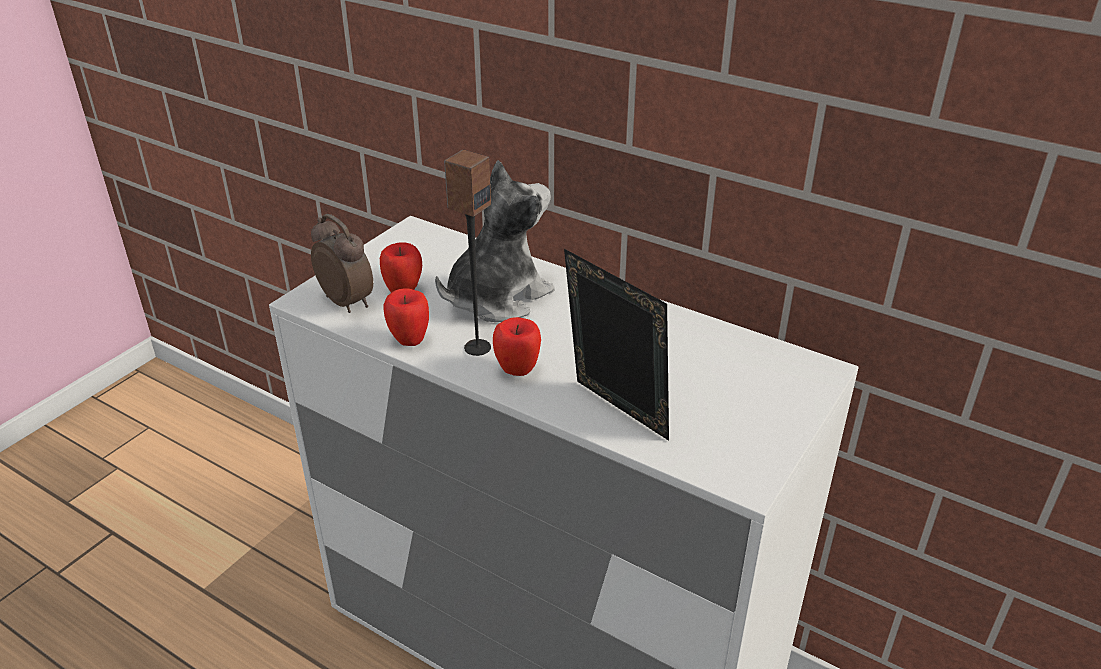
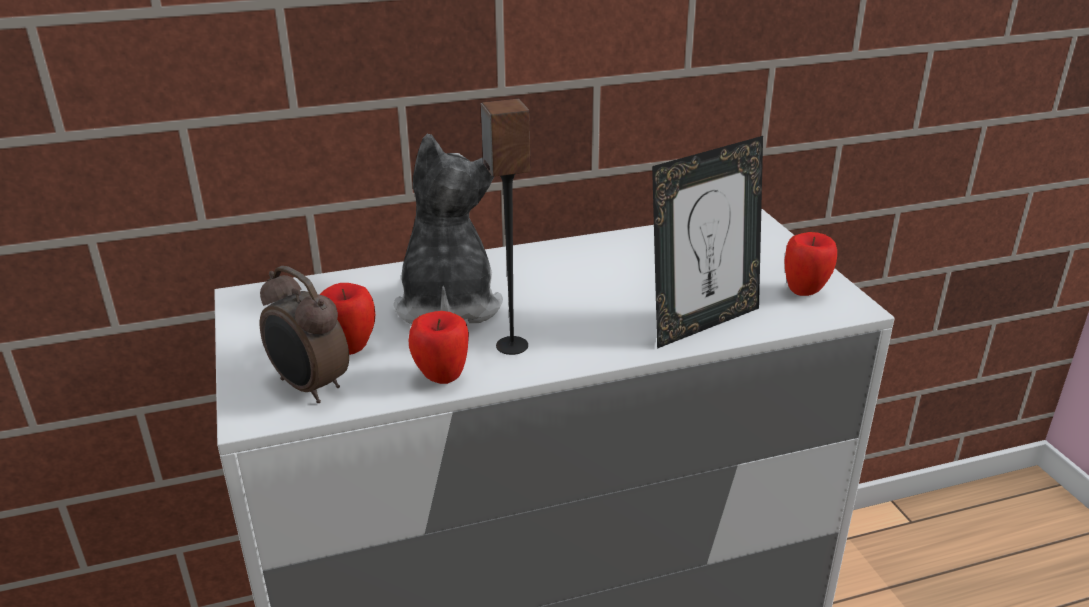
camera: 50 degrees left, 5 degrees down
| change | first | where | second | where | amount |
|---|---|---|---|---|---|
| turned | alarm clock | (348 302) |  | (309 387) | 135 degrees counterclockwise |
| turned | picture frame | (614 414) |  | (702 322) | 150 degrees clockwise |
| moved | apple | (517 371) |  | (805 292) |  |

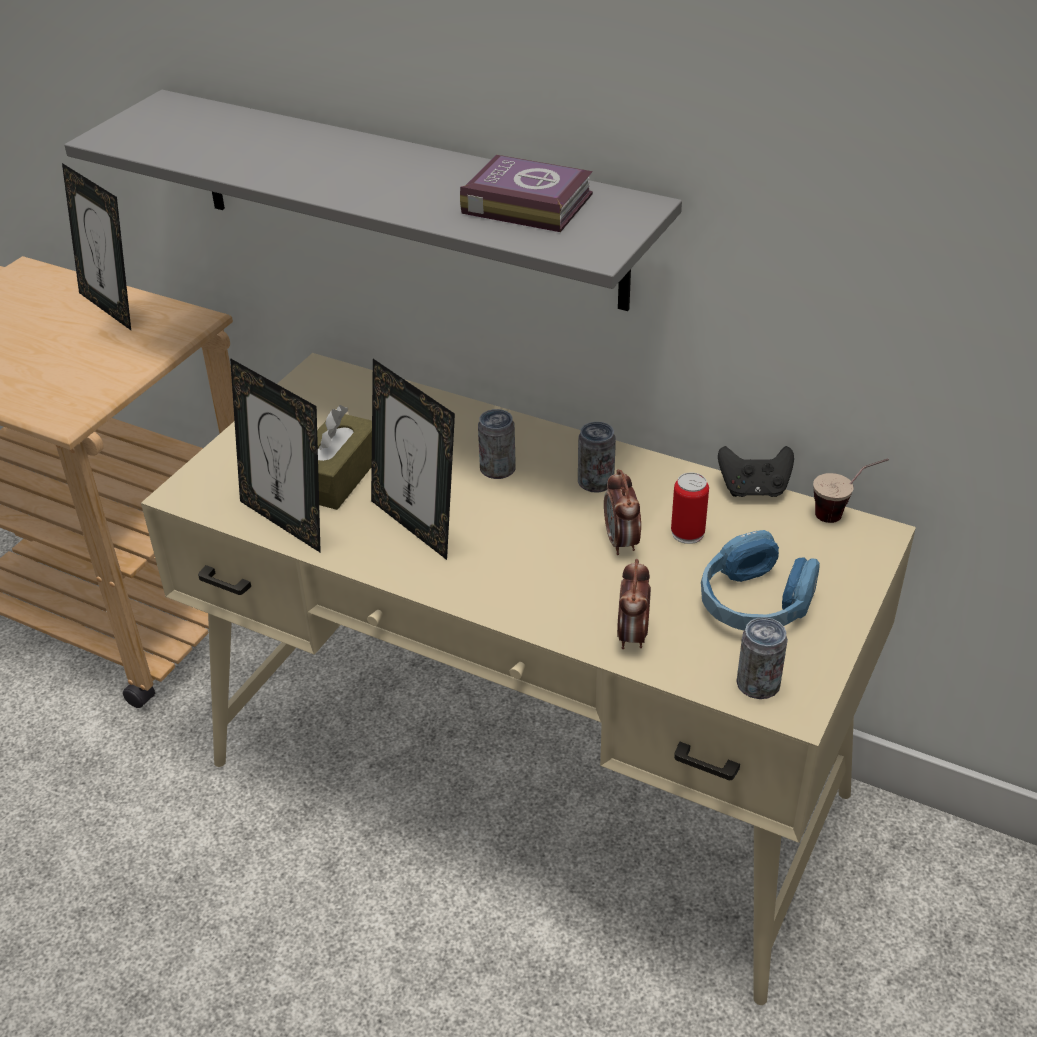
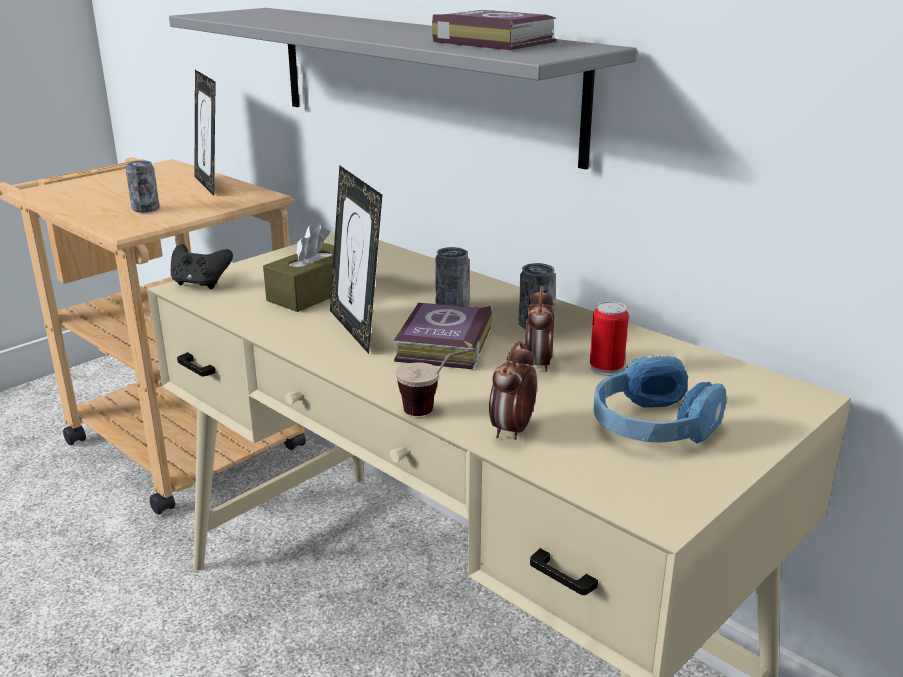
camera: 15 degrees right, 15 degrees down
| change | first | where | second | where | amount |
|---|---|---|---|---|---|
| moved | can | (758 685) |  | (145 209) |  |
| moved | game controller in black | (754 490) |  | (200 284) |  |
| added |  |  | book | (441 345) |  |
| moved | cup | (843 513) |  | (435 411) |  |
| removed | picture frame | (287 521) |  |  |  |

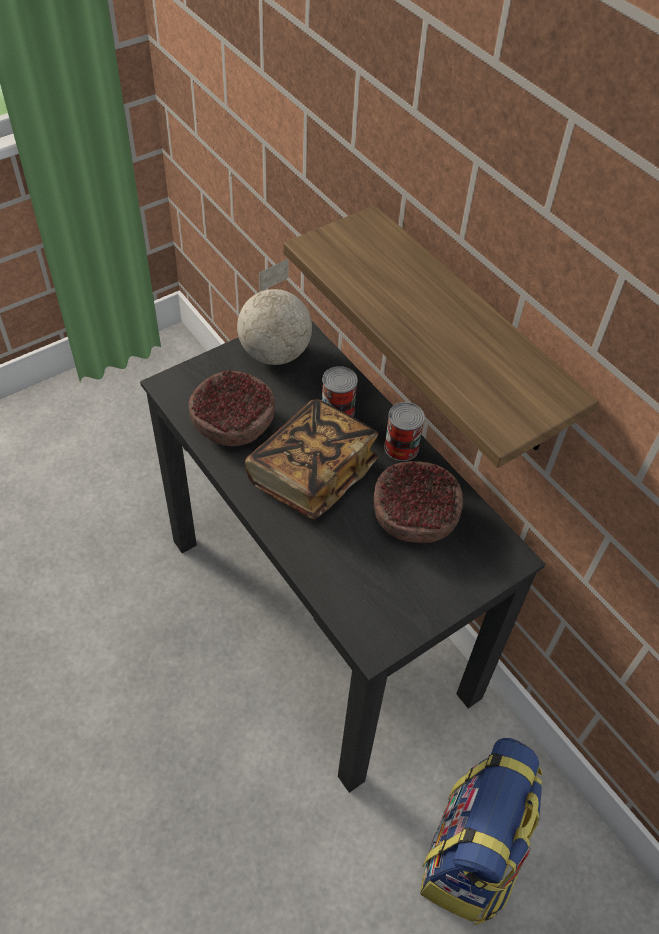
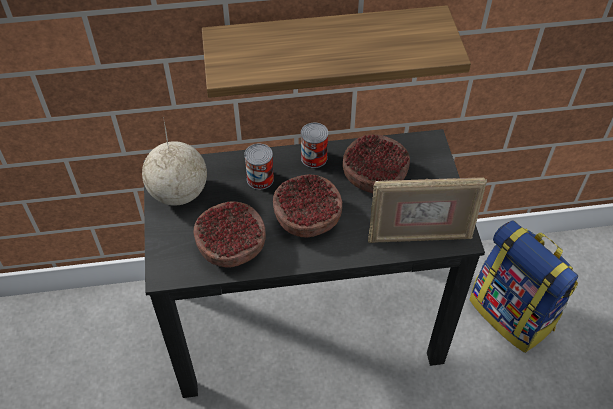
camera: 60 degrees left, 0 degrees up
| change | first | where | second | where | amount |
|---|---|---|---|---|---|
| replaced | book | (311 474) | bowl | (307 216) |  |
| added |  |  | picture frame | (419 236) |  |

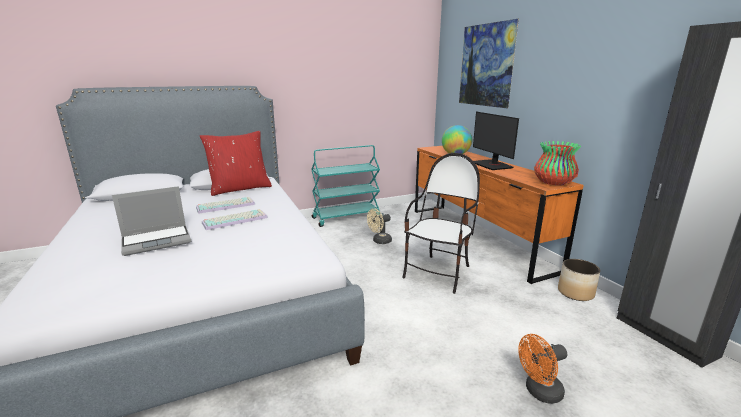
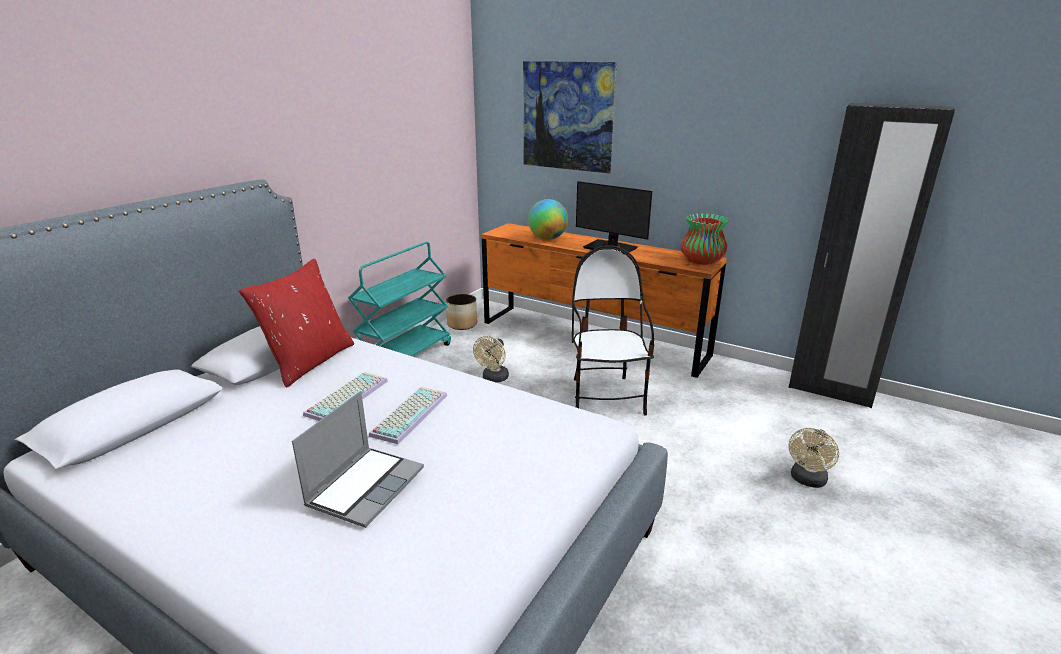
camera: 35 degrees left, 5 degrees up
| change | first | where | second | where | amount |
|---|---|---|---|---|---|
| moved | planter | (576 293) |  | (462 324) |  |
| recoloured | fan in orange | (539 392) | fan in beige | (807 480) |  |

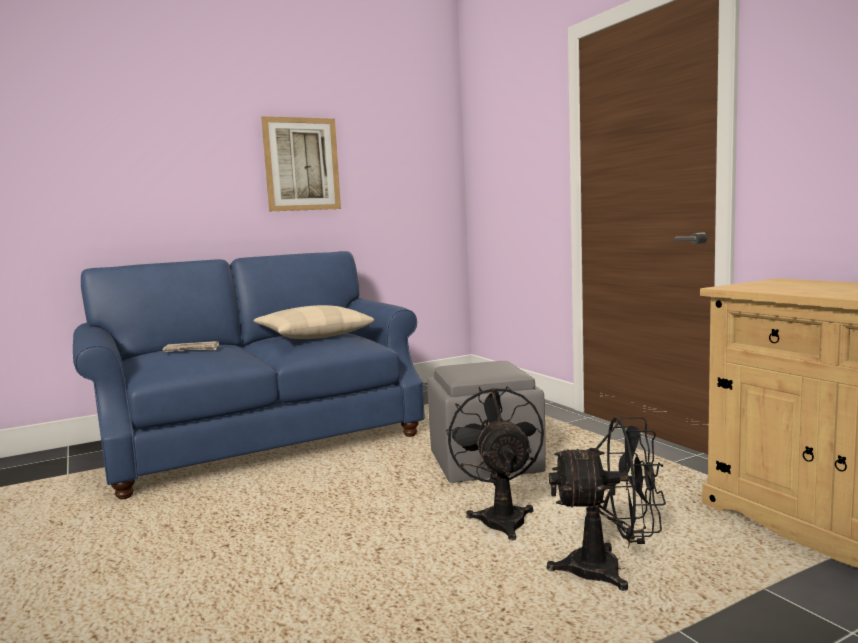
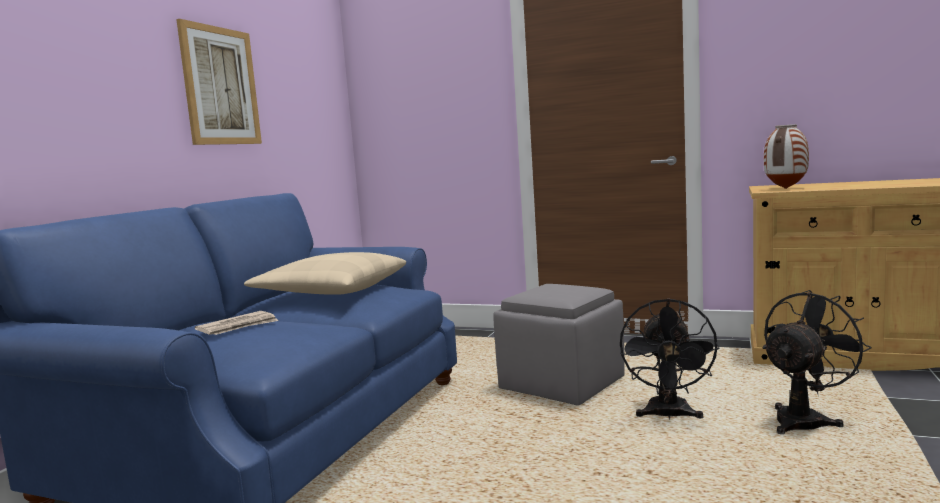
camera: 40 degrees left, 0 degrees up
| change | first | where | second | where | amount |
|---|---|---|---|---|---|
| turned | fan in black | (501 517) |  | (668 416) | 120 degrees counterclockwise |
| added |  |  | vase | (785 188) |  |

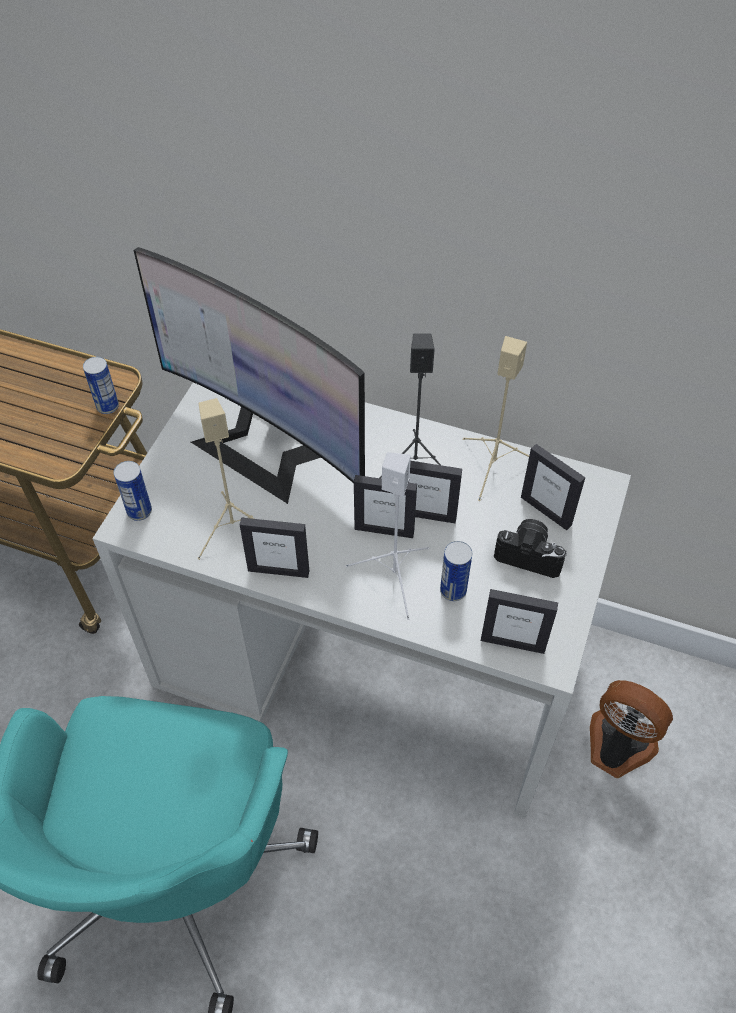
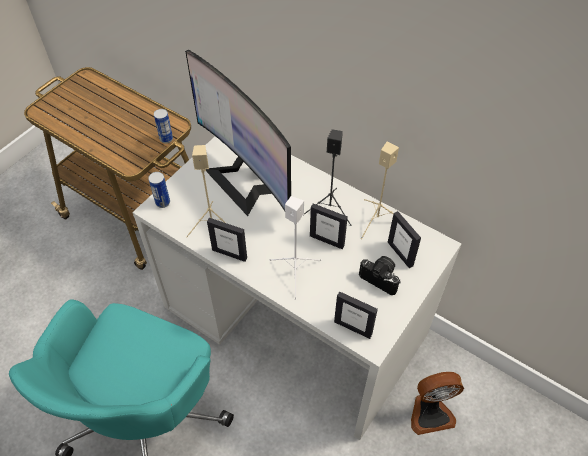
camera: 15 degrees right, 0 degrees up
| change | first | where | second | where | amount |
|---|---|---|---|---|---|
| turned | fan | (616 747) |  | (430 412) | 120 degrees clockwise |
| removed | picture frame | (384 530) |  |  |  |
| removed | can | (453 590) |  |  |  |

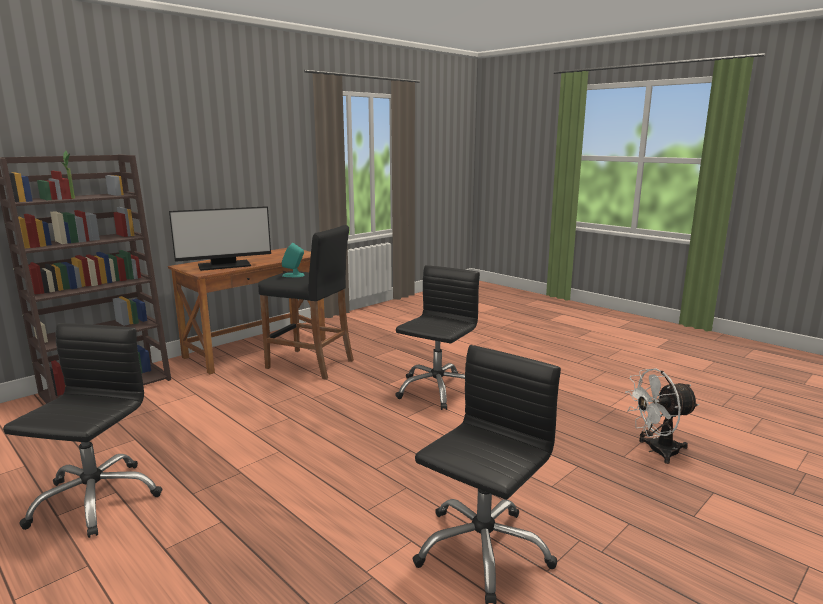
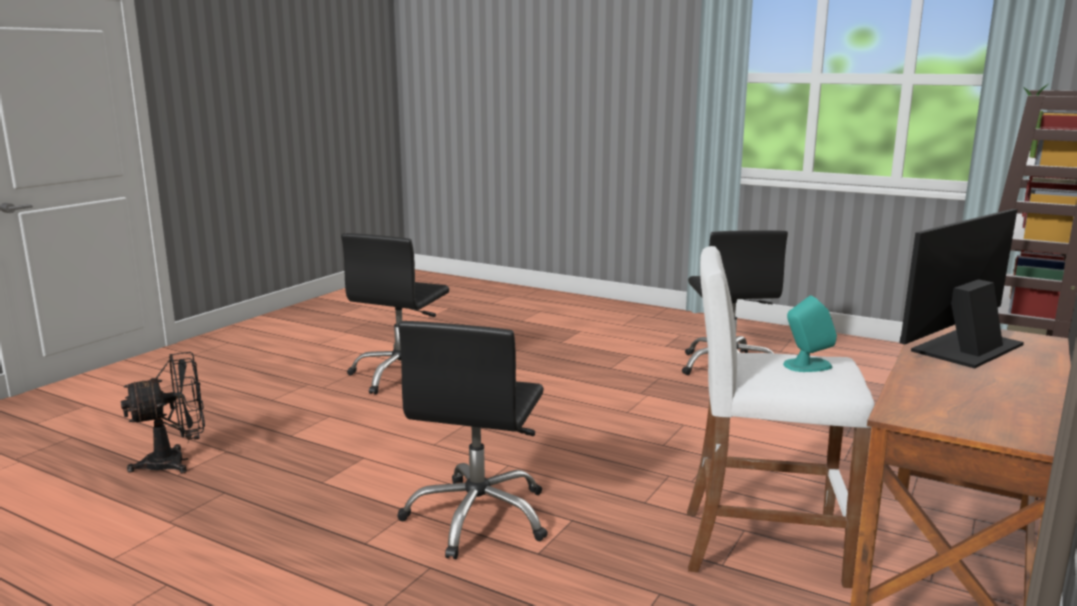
camera: 165 degrees right, 0 degrees up
| change | first | where | second | where | amount |
|---|---|---|---|---|---|
| recoloured | fan in white | (656 451) | fan in black | (176 462) |  |
| recoloured | stool in black | (310 364) | stool in white | (762 546) |  |

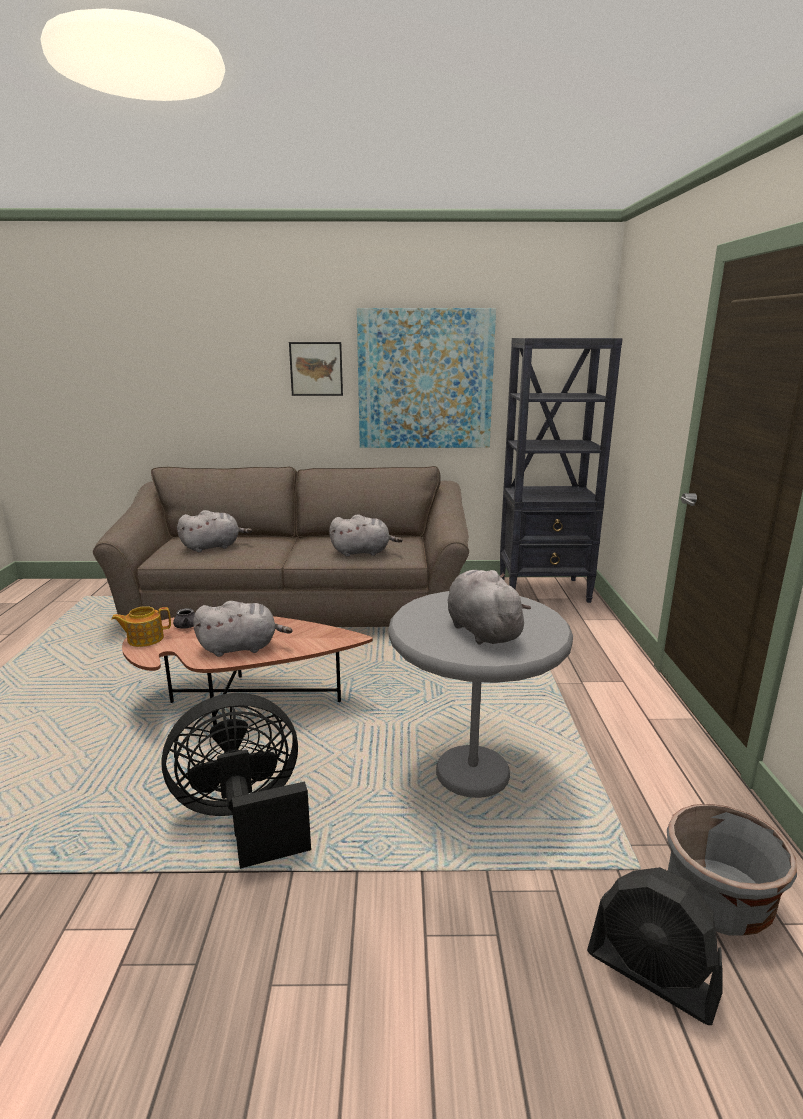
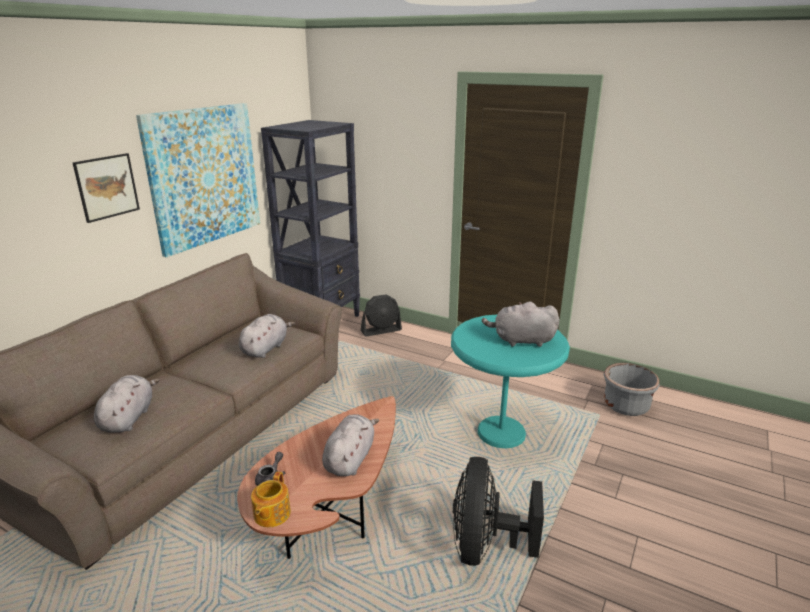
camera: 60 degrees left, 5 degrees up
| change | first | where | second | where | amount |
|---|---|---|---|---|---|
| moved | fan in black | (652 974) |  | (381 330) |  |
| recoloured | side table in grey | (472 773) | side table in turquoise | (501 433) |  |

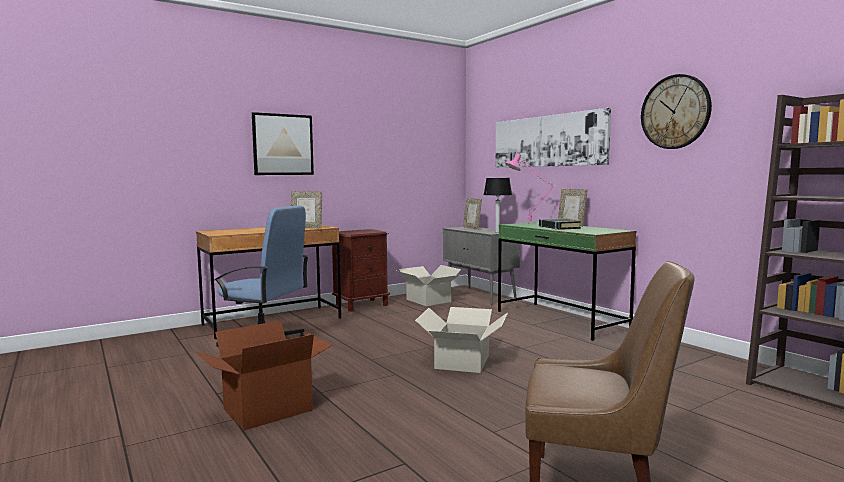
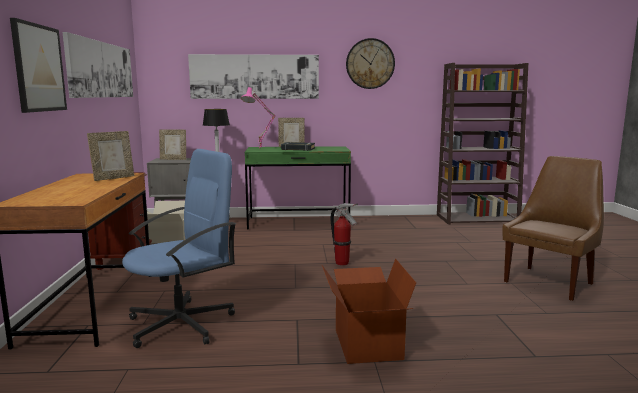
camera: 60 degrees left, 5 degrees up
| change | first | where | second | where | amount |
|---|---|---|---|---|---|
| added |  |  | picture | (101 70) |  |
| replaced | cardboard box | (463 361) | fire extinguisher | (342 263) |  |

